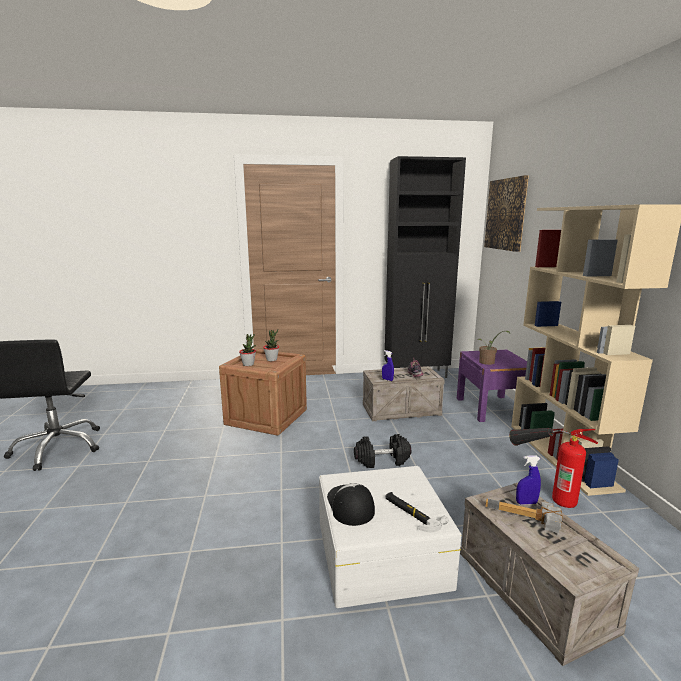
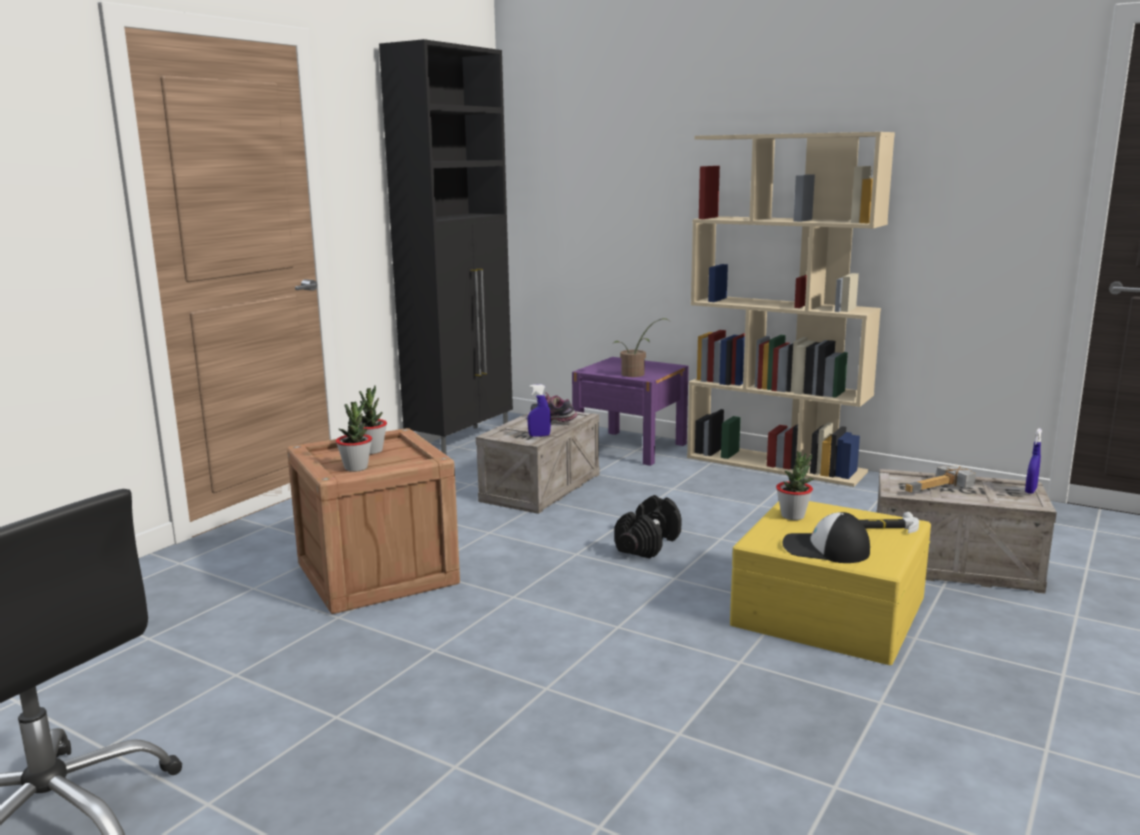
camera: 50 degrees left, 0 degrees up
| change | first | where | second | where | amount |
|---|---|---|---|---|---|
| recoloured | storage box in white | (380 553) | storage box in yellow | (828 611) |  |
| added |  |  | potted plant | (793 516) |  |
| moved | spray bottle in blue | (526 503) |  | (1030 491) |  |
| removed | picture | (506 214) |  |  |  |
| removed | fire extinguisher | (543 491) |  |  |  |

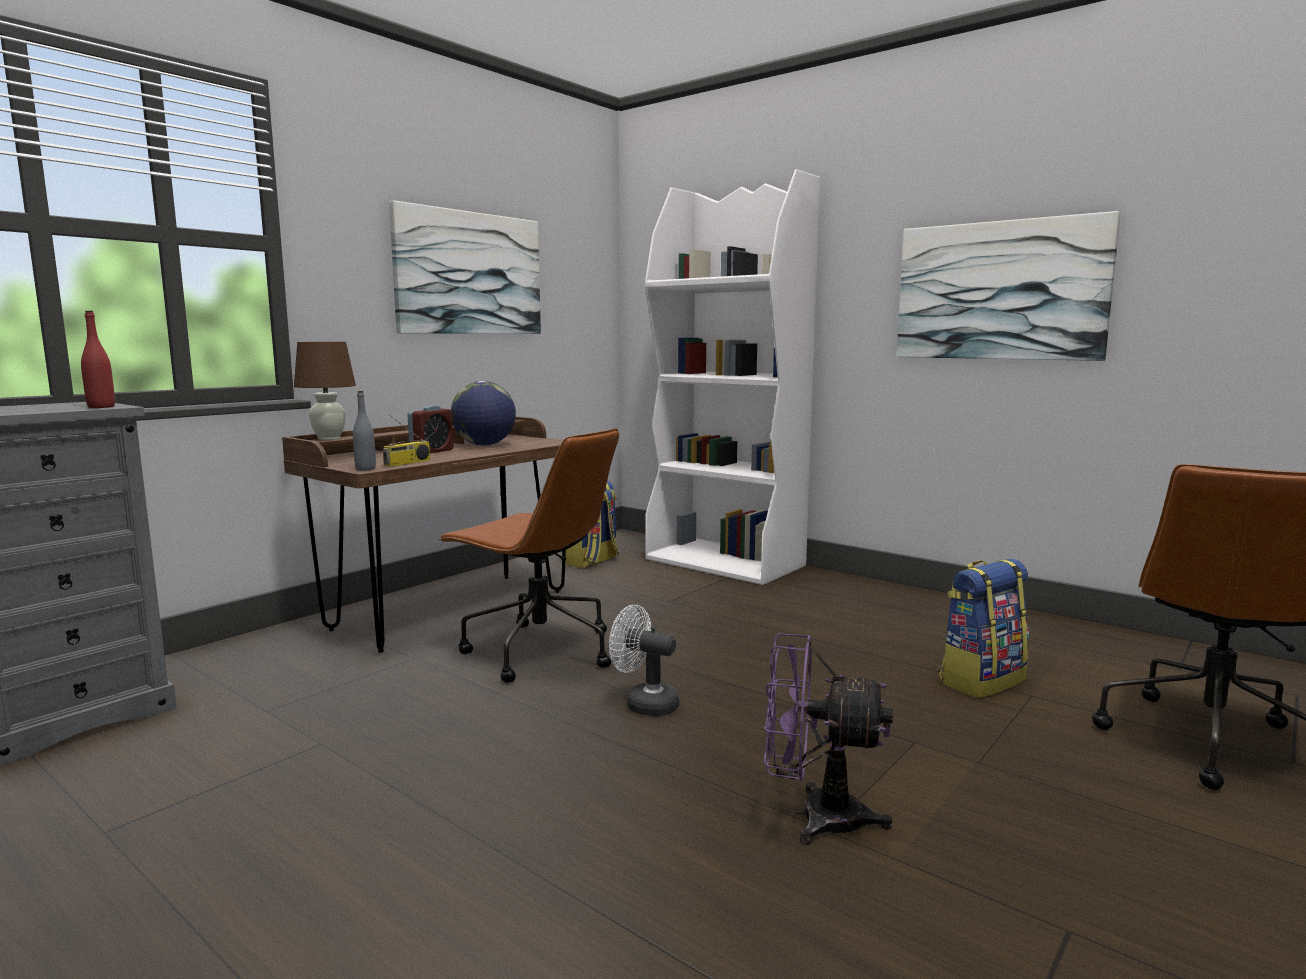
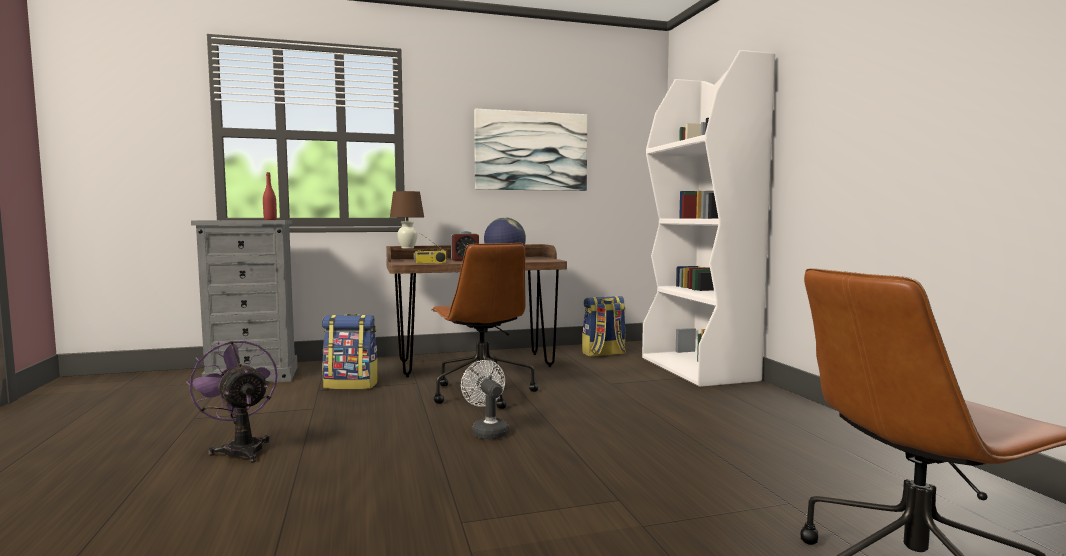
camera: 35 degrees right, 5 degrees down
| change | first | where | second | where | amount |
|---|---|---|---|---|---|
| moved | fan in purple | (815 816) |  | (241 449) |  |
| moved | backpack | (980 680) |  | (352 385) |  |
| removed | bottle in grey | (365 469) |  |  |  |
| removed | picture | (999 291) |  |  |  |

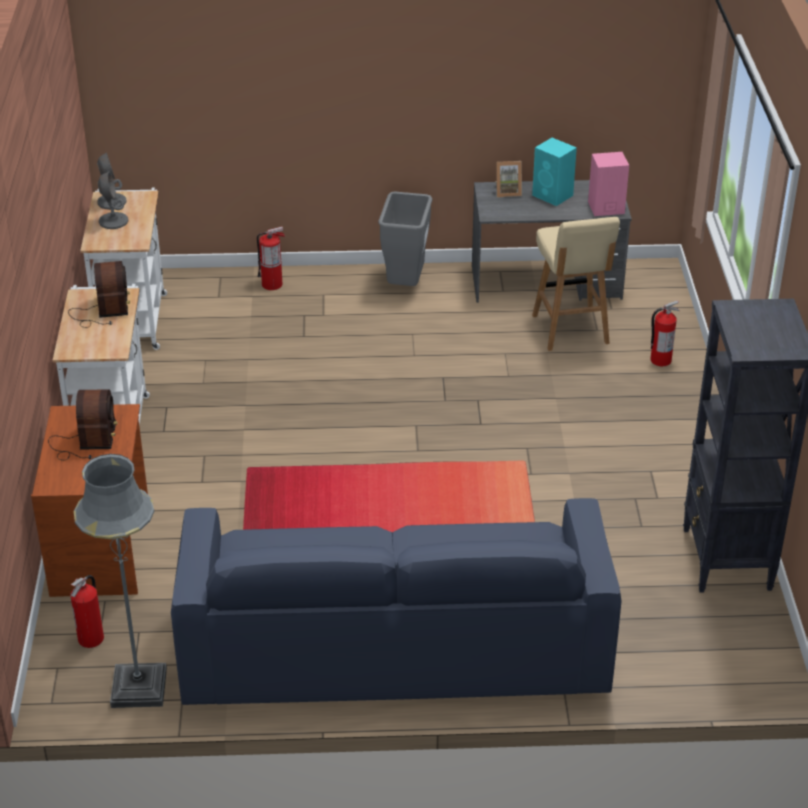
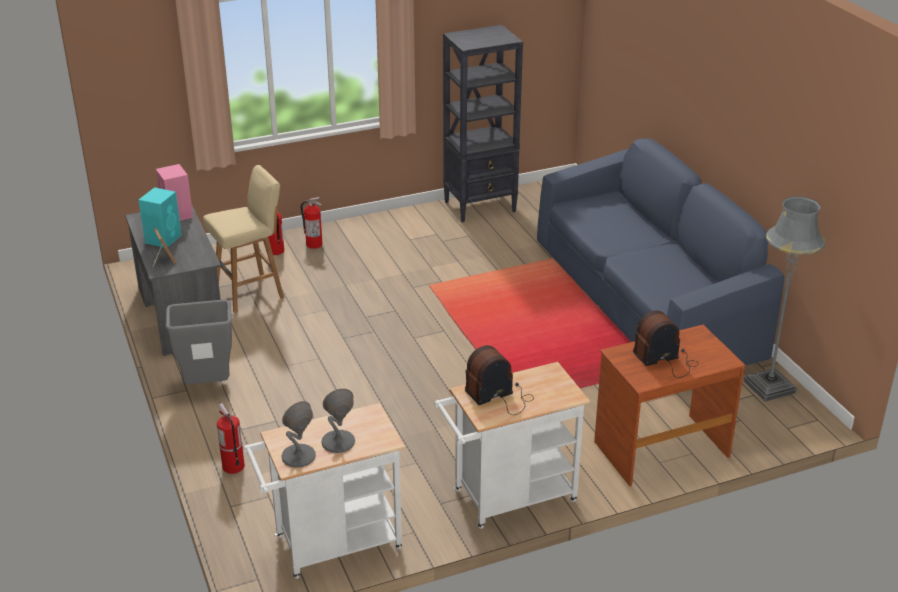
camera: 110 degrees left, 5 degrees down
| change | first | where | second | where | amount |
|---|---|---|---|---|---|
| moved | fire extinguisher | (91 638) |  | (314 244) |  |

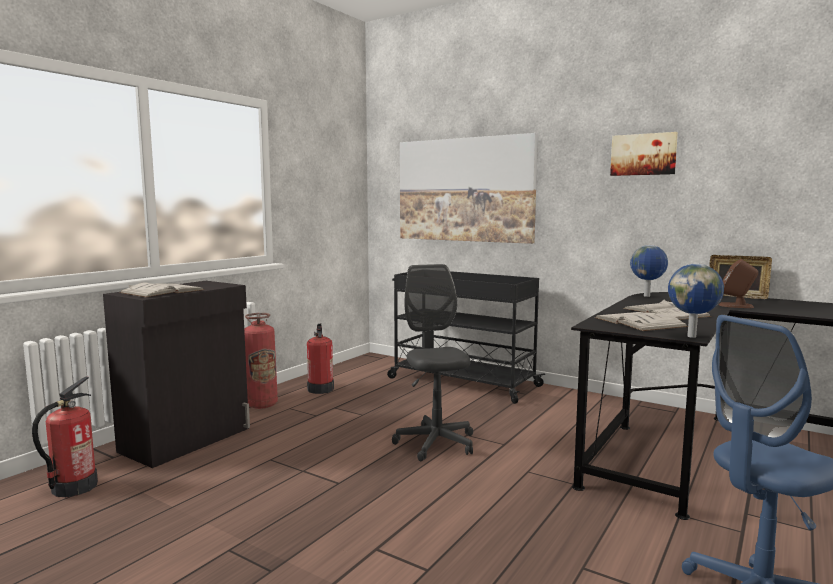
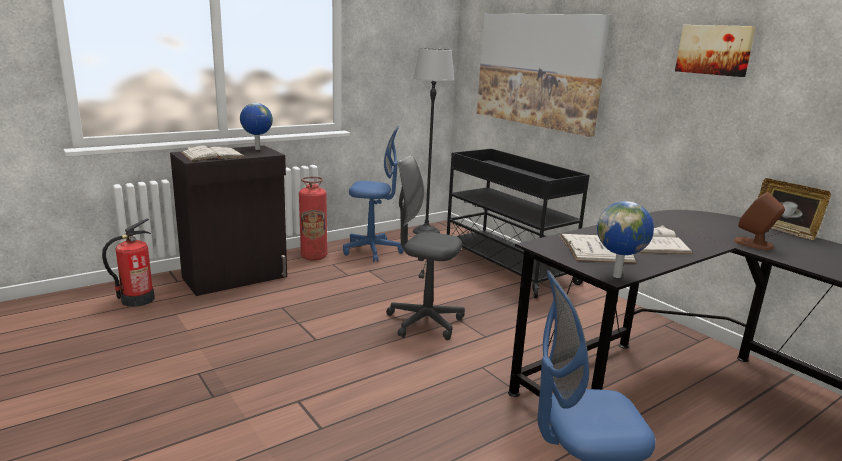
camera: 20 degrees right, 10 degrees up
| change | first | where | second | where | amount |
|---|---|---|---|---|---|
| moved | globe | (647 296) |  | (257 149) |  |
| replaced | fire extinguisher | (320 389) | office chair in blue | (372 250) |  |
| turned | office chair in grey | (435 443) |  | (424 322) | 75 degrees counterclockwise |
| added |  |  | floor lamp | (426 231) |  |

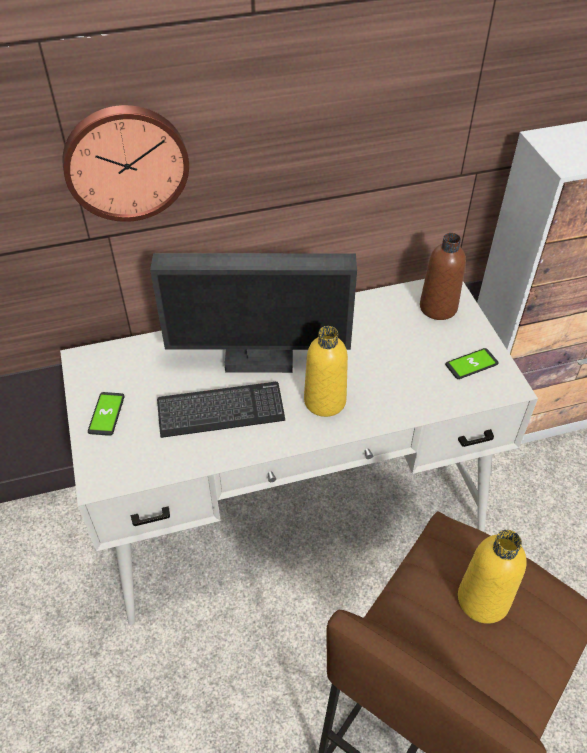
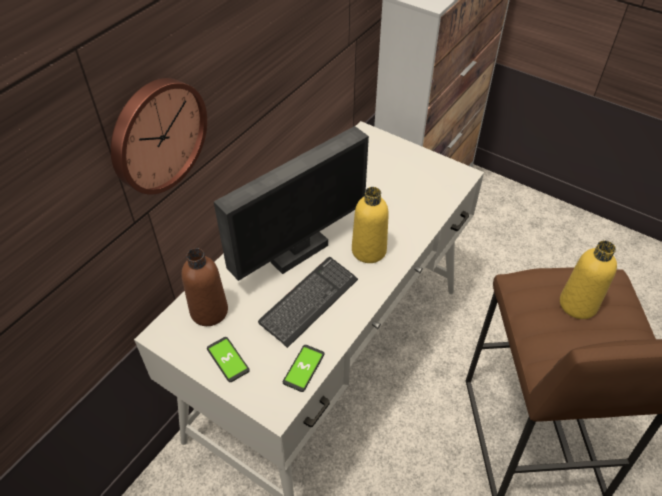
camera: 40 degrees left, 0 degrees up
| change | first | where | second | where | amount |
|---|---|---|---|---|---|
| moved | bottle in brown | (438 307) |  | (209 311) |  |
| moved | phone | (471 364) |  | (304 368) |  |

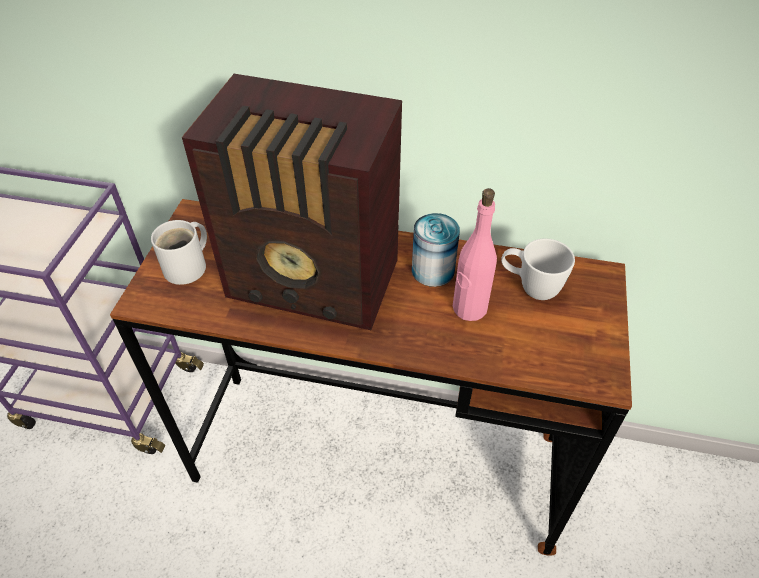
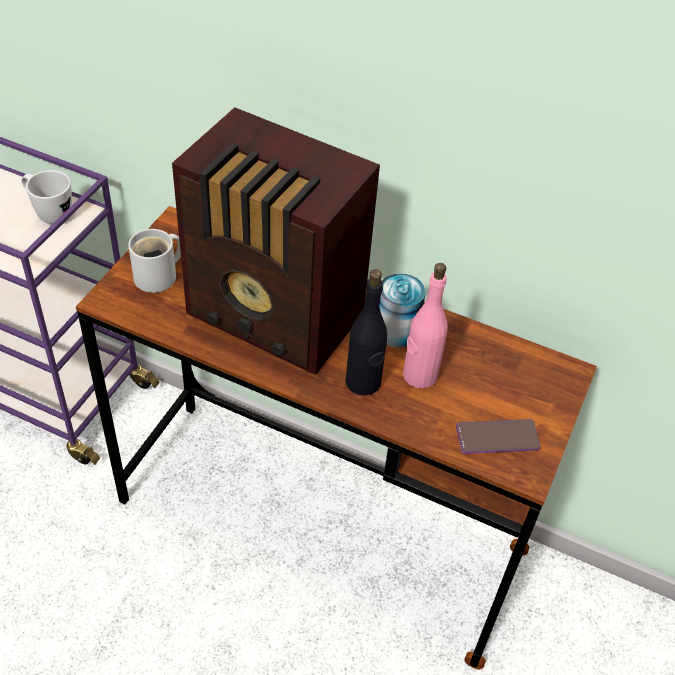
camera: 10 degrees right, 0 degrees up
| change | first | where | second | where | amount |
|---|---|---|---|---|---|
| moved | mug in white | (530 287) |  | (49 213) |  |
| added |  |  | bottle in black | (363 382) |  |
| added |  |  | phone | (497 437) |  |

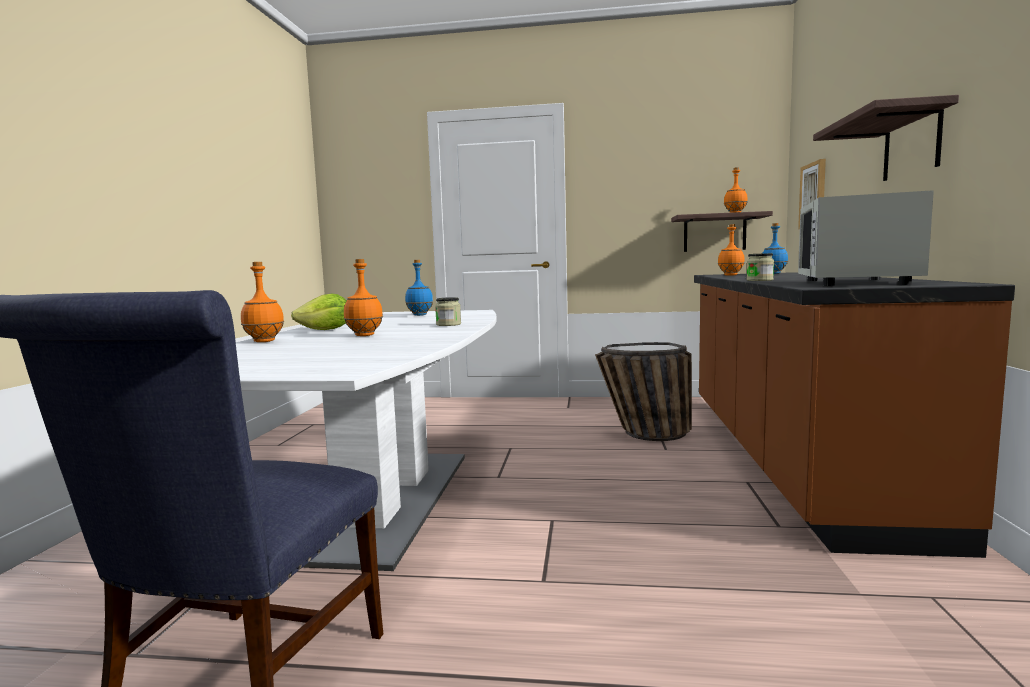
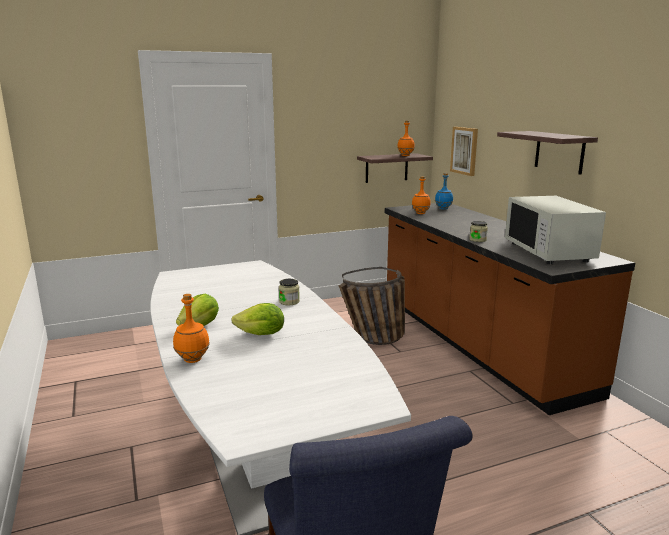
camera: 30 degrees left, 10 degrees up
| change | first | where | second | where | amount |
|---|---|---|---|---|---|
| replaced | bottle in orange | (364 335) | lettuce | (261 334) |  |
| removed | bottle in blue | (420 315) |  |  |  |

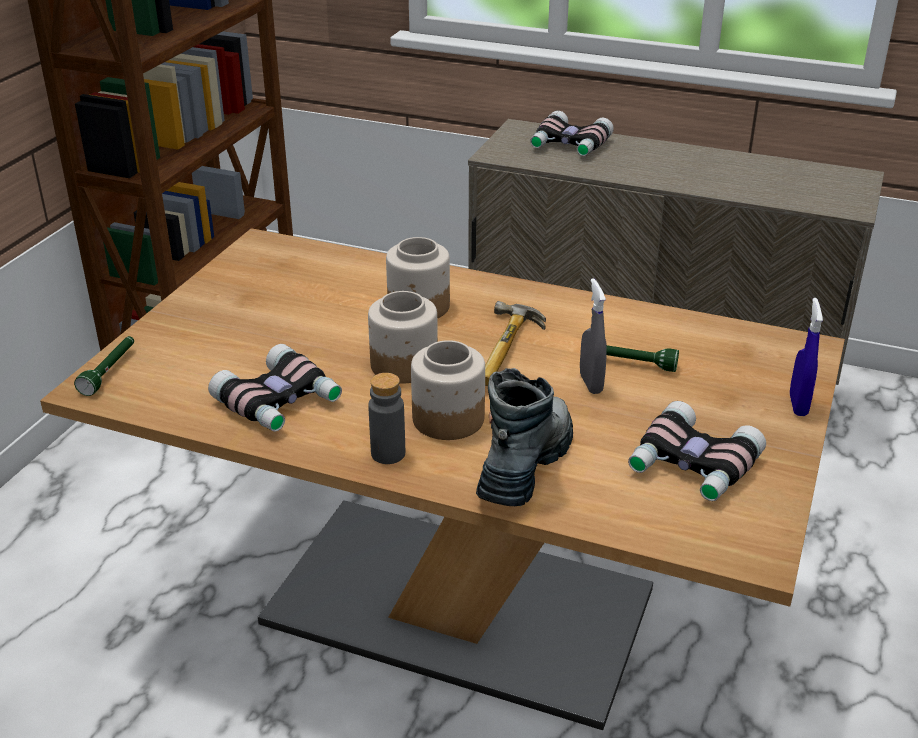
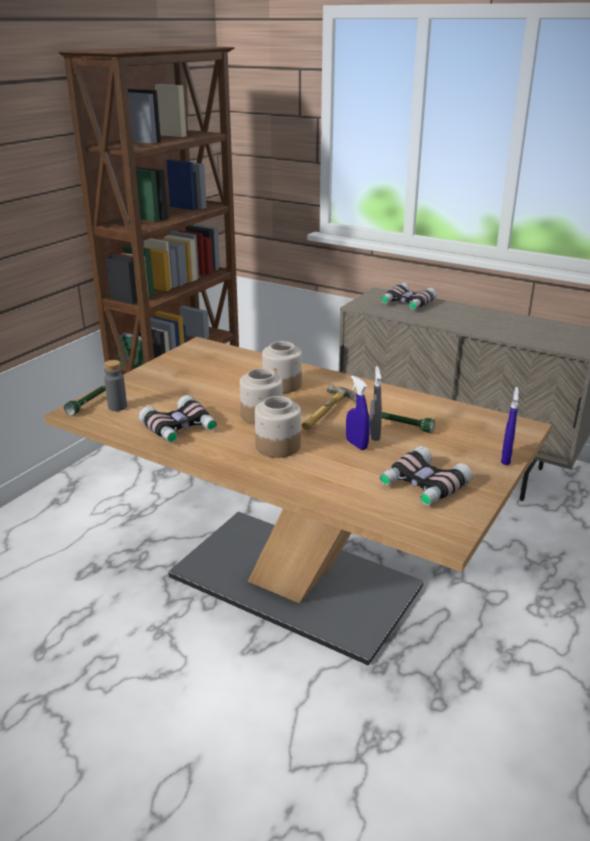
camera: 10 degrees right, 5 degrees down
| change | first | where | second | where | amount |
|---|---|---|---|---|---|
| moved | bottle in grey | (388 454) |  | (117 407) |  |
| added |  |  | spray bottle in blue | (356 444) |  |
| removed | boot | (525 465) |  |  |  |

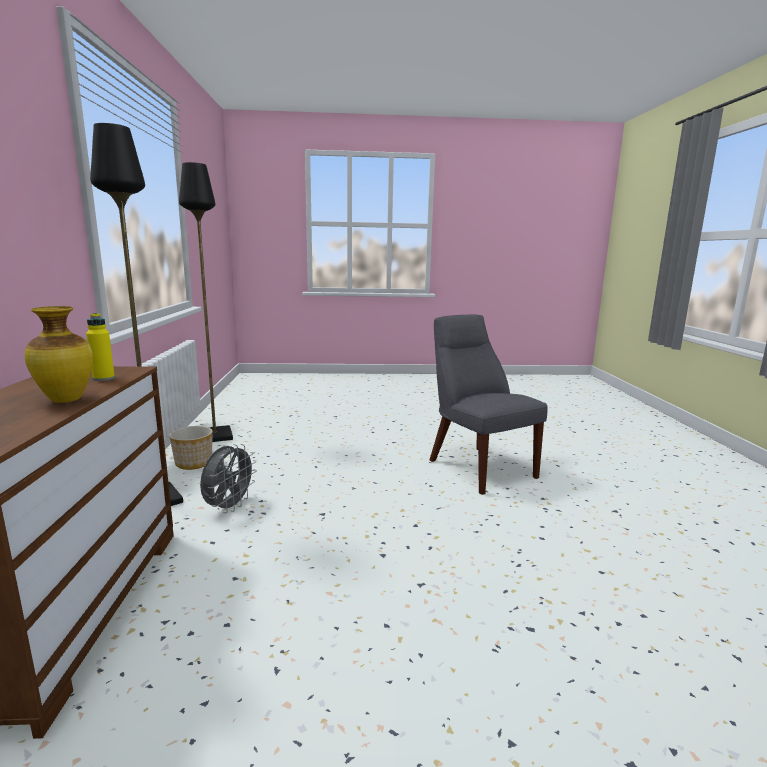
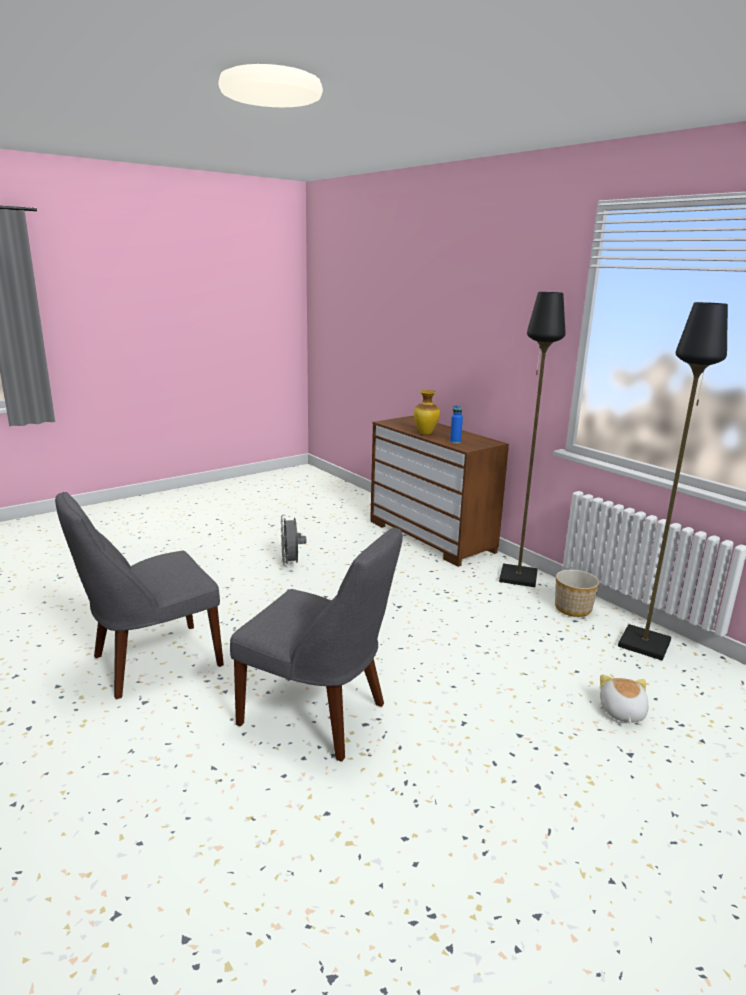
camera: 145 degrees right, 5 degrees up
| change | first | where | second | where | amount |
|---|---|---|---|---|---|
| added |  |  | chair in grey | (151 662) |  |
| moved | fan in grey | (229 507) |  | (291 564) |  |
| recoloured | bottle in yellow | (103 378) | bottle in blue | (455 442) |  |
| added |  |  | plush toy | (621 712) |  |

